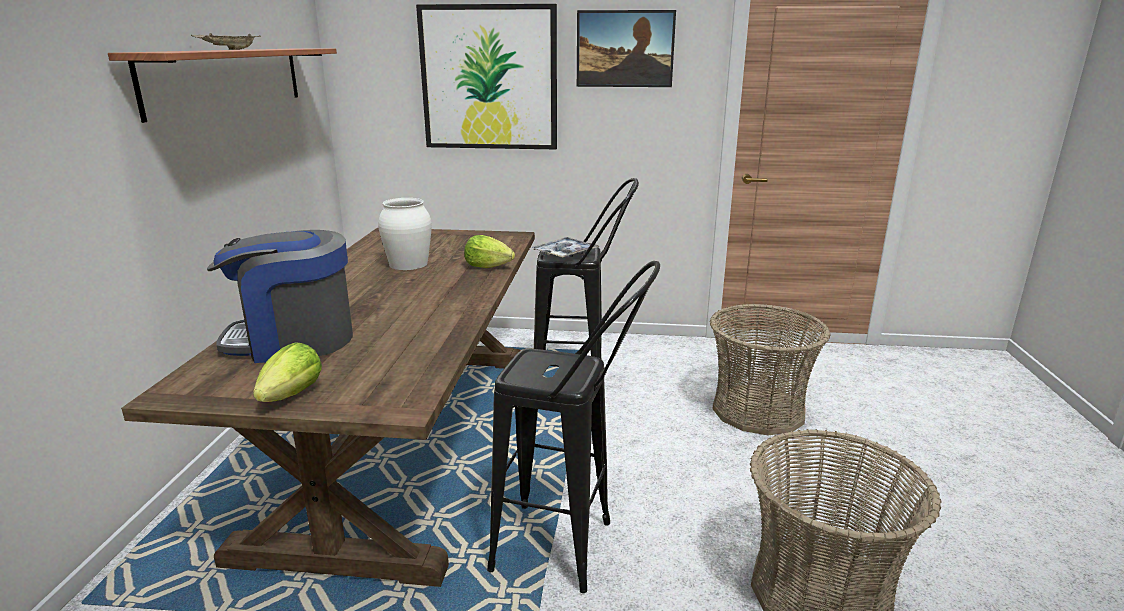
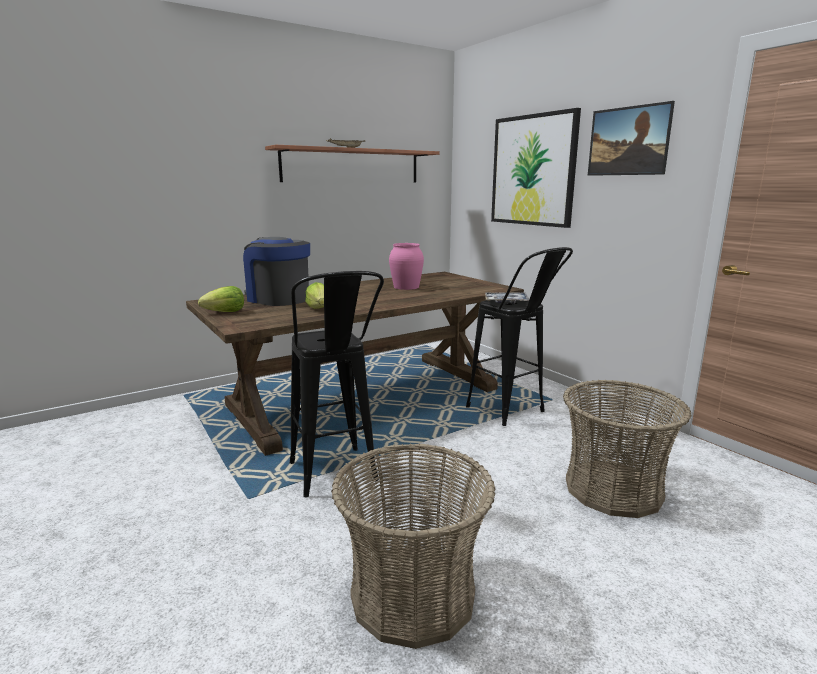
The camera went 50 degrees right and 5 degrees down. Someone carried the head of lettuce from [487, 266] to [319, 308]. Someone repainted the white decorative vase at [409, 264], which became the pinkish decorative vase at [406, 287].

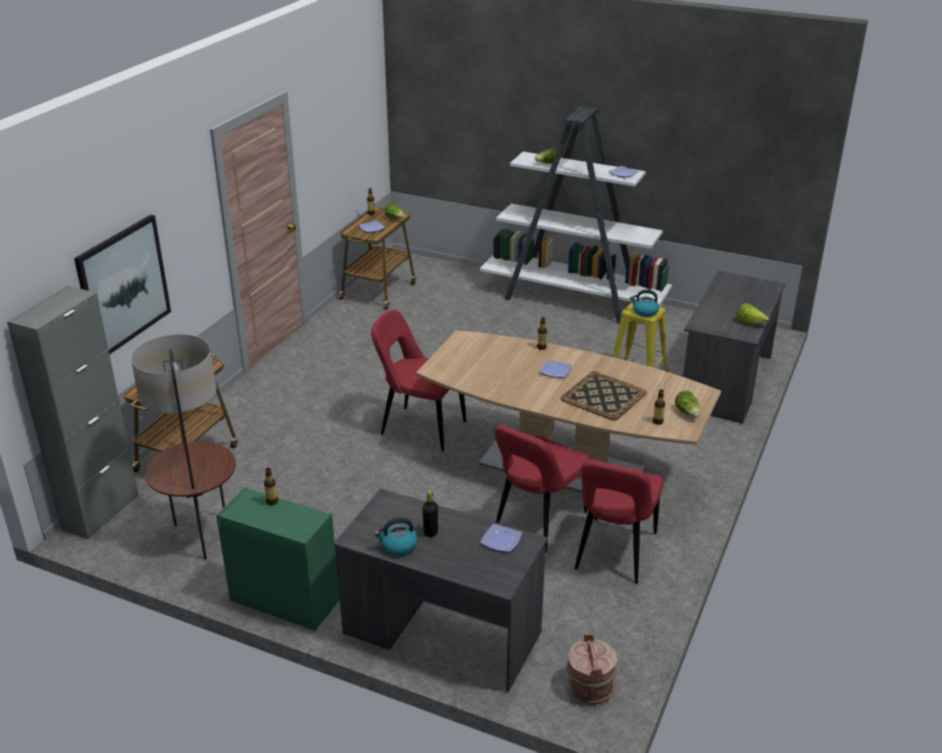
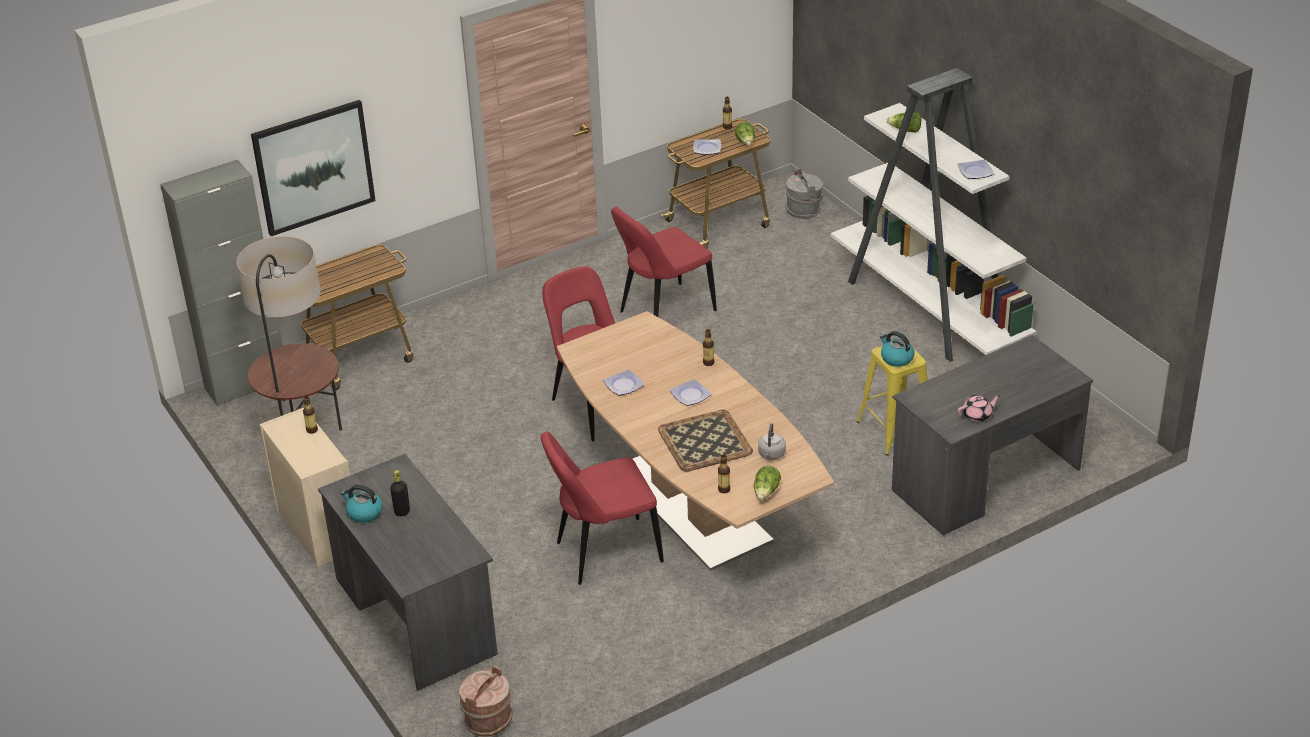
The camera went 35 degrees right and 5 degrees up. Someone repainted the green-coloured dresser at [283, 600], which became the sand-coloured dresser at [318, 529]. Someone carried the dinner plate from [502, 540] to [624, 385]. Someone carried the red upright chair from [614, 554] to [663, 313]. Someone put down the greyish kettle at [771, 455]. Someone put down the greyish pail at [804, 210]. Someone swapped the head of lettuce at [749, 322] for the pinkish teapot at [977, 415].

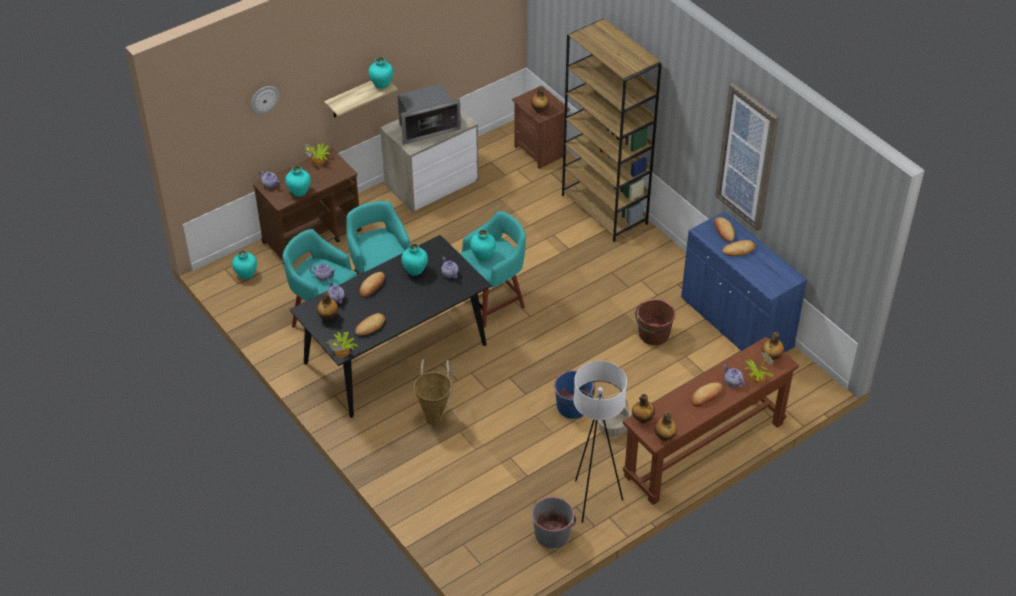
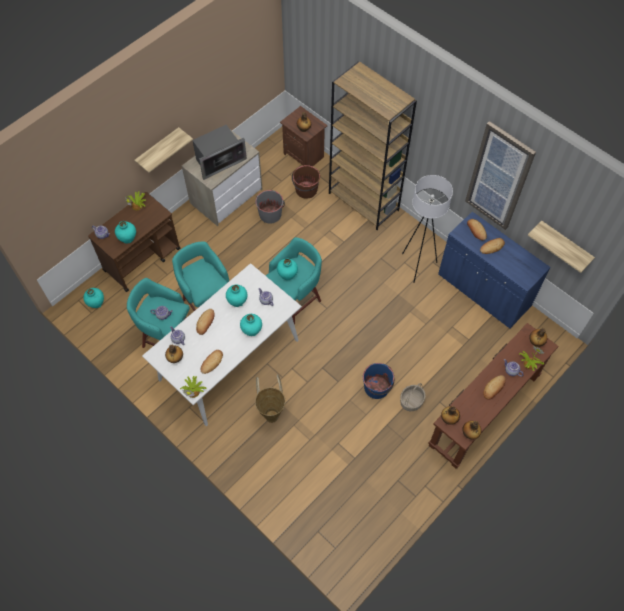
The camera went 10 degrees left and 15 degrees up. Someone repainted the blackish dinner table at [395, 354], which became the white dinner table at [229, 360]. Someone carried the blue-green decorative vase from [382, 85] to [252, 331]. Someone carried the greyish pail from [552, 534] to [270, 214]. Someone carried the brownish pail from [653, 334] to [306, 190]. Someone carried the white floor lamp from [593, 500] to [417, 266]. Someone put up the bracket shelf at [564, 244]. Someone took away the hanging clock at [264, 99].

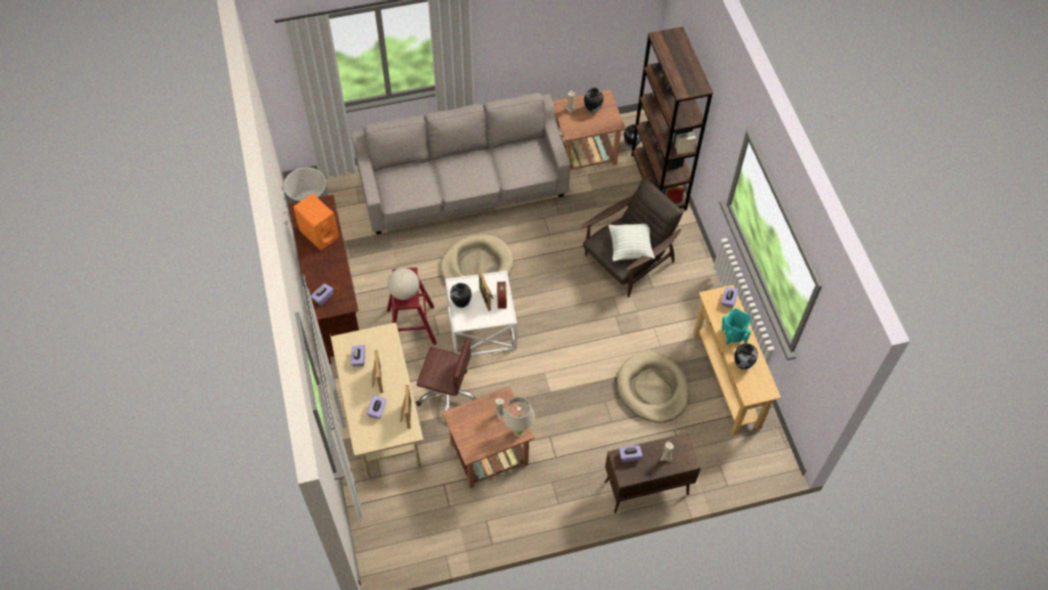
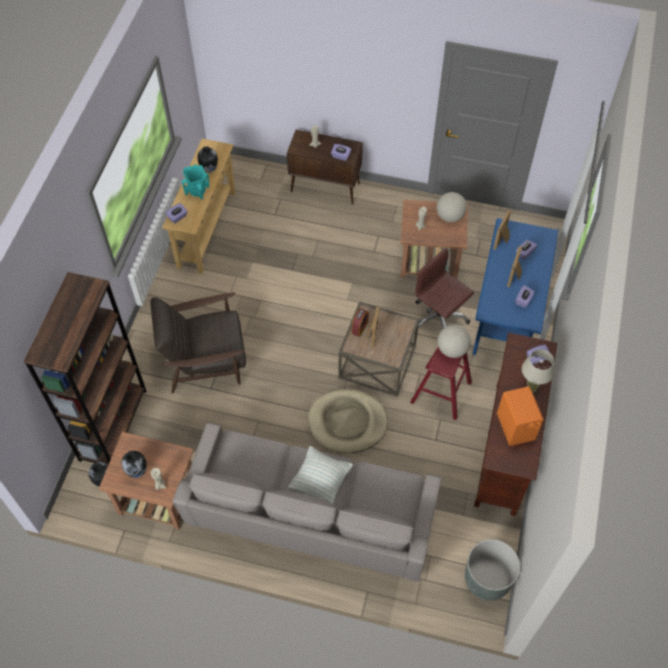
The camera went 150 degrees left and 0 degrees up. Someone carried the pillow from [630, 248] to [320, 481]. Someone repainted the white accent table at [482, 327], which became the brownish accent table at [377, 361]. Someone put down the desk globe at [449, 216]. Someone repainted the sand-coloured desk table at [383, 425], which became the blue desk table at [505, 318]. Someone carried the sand-coloured tabletop lamp from [518, 432] to [531, 388]. Someone took away the decorative vase at [461, 304]. Someone took away the sand-coloured pet bed at [652, 389].

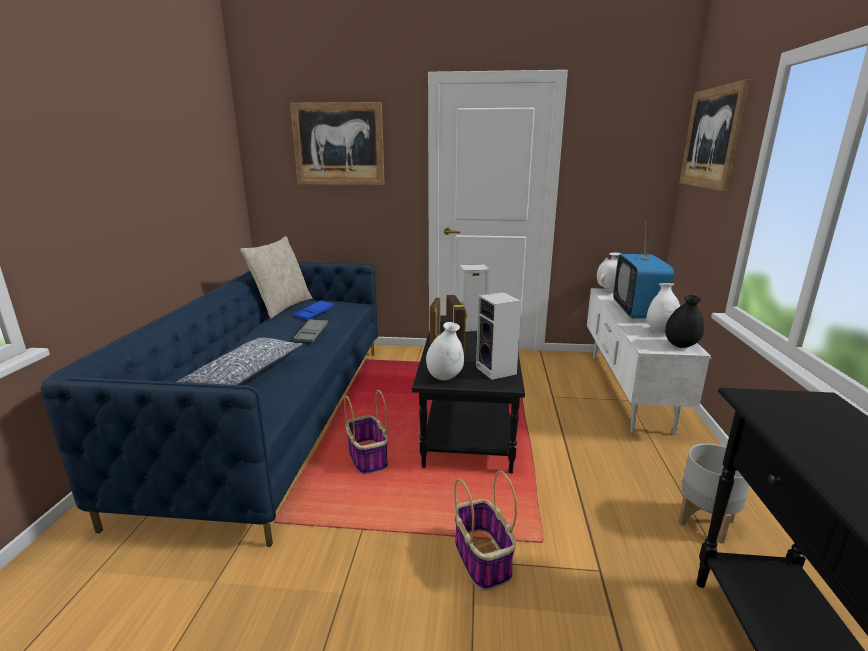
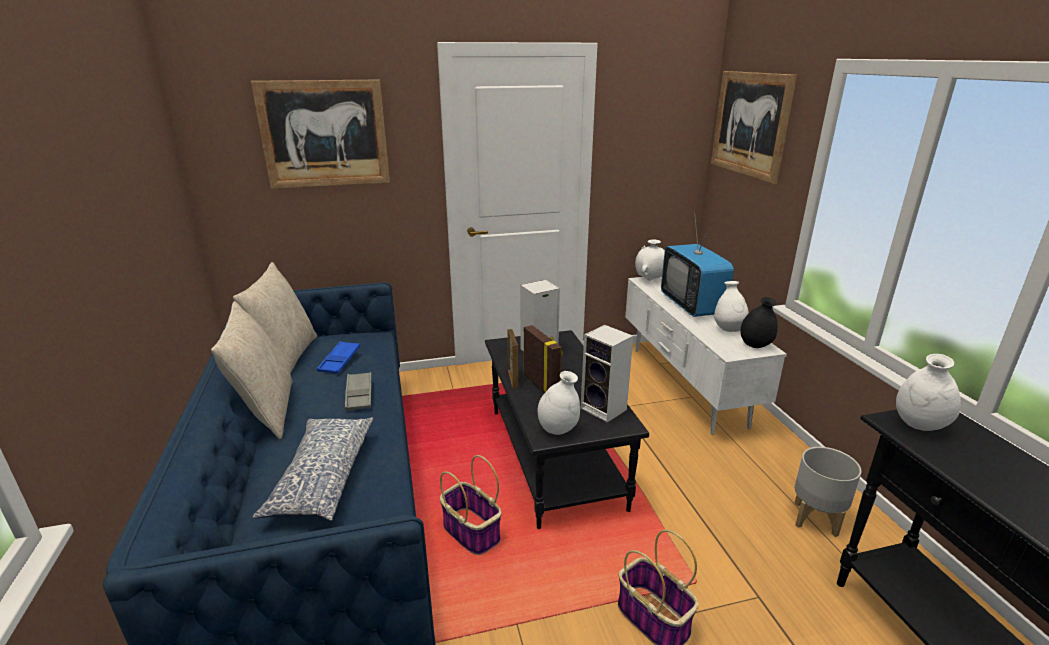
The camera went 20 degrees left and 5 degrees up. Someone put down the sand-coloured pillow at [266, 411]. Someone put down the white decorative vase at [919, 425].

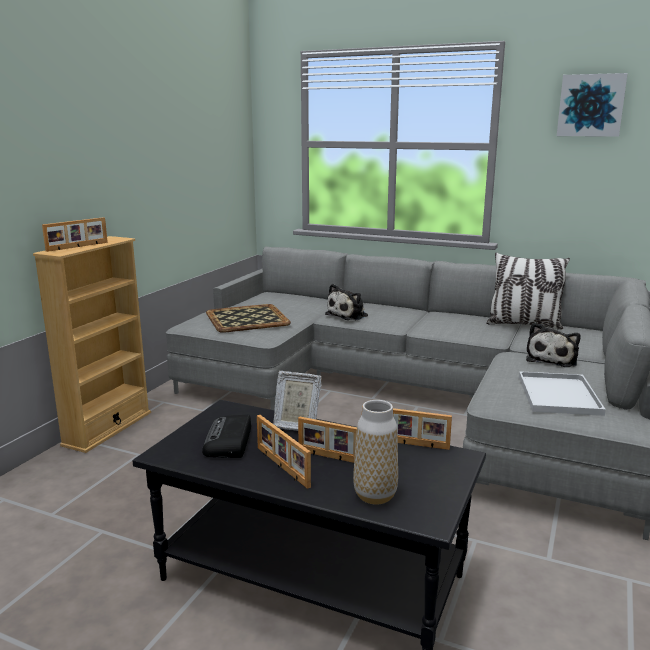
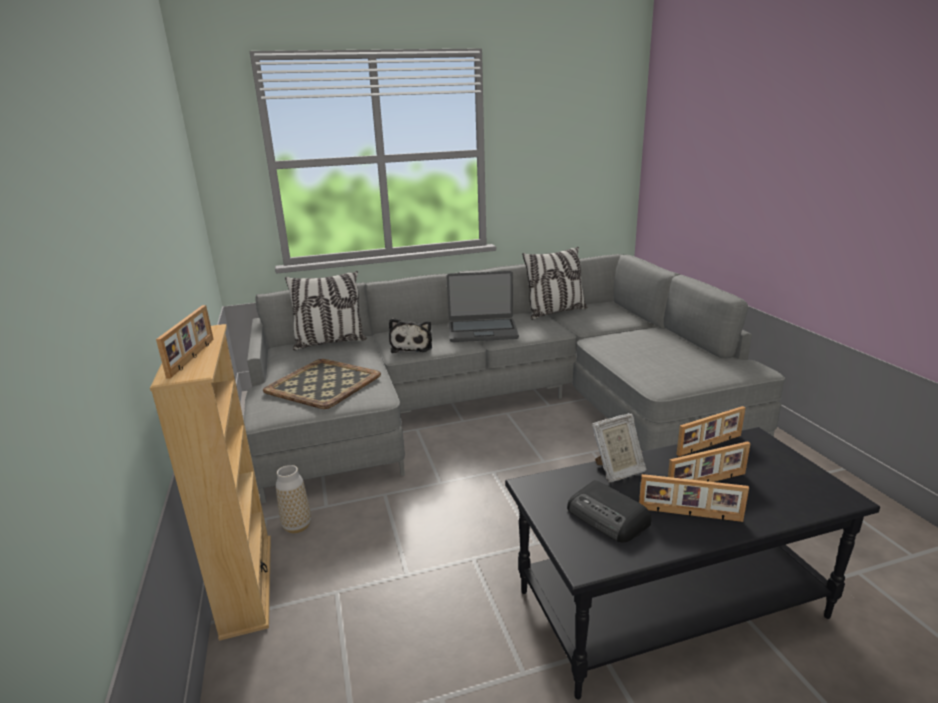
The camera went 40 degrees left and 5 degrees up. Someone carried the decorative vase from [375, 495] to [297, 526]. Someone put down the pillow at [330, 342]. Someone put down the notebook computer at [482, 331]. Someone took away the white serving tray at [557, 394]. Someone took away the cuddly toy at [552, 359]. Someone took away the wall picture at [591, 105].

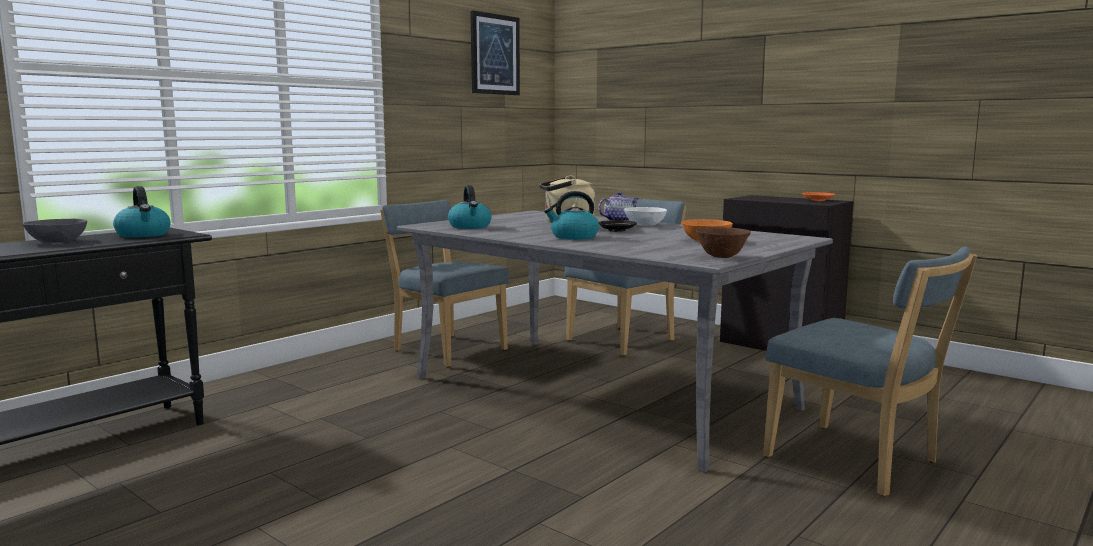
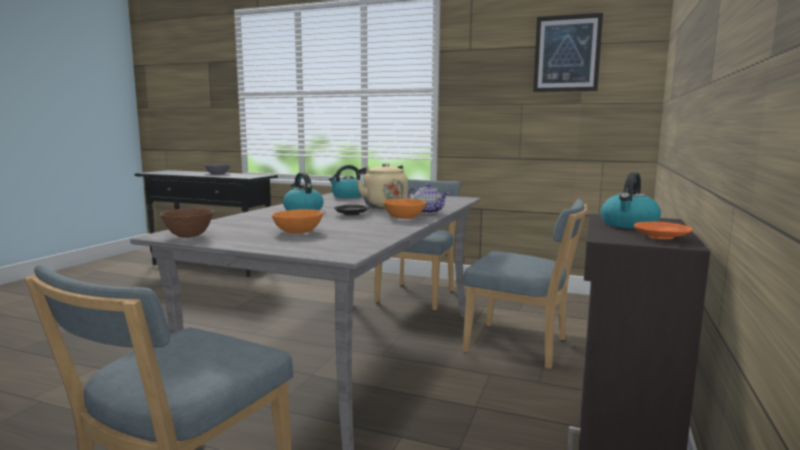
The camera went 70 degrees right and 0 degrees up. Someone repainted the white serving bowl at [644, 225], which became the orange-coloured serving bowl at [404, 217]. Someone carried the kettle from [144, 235] to [629, 225].

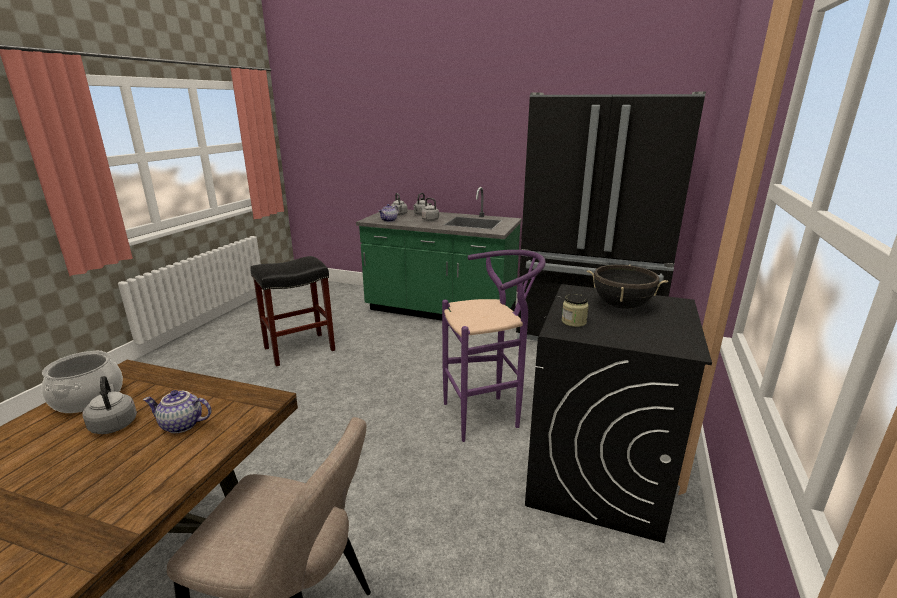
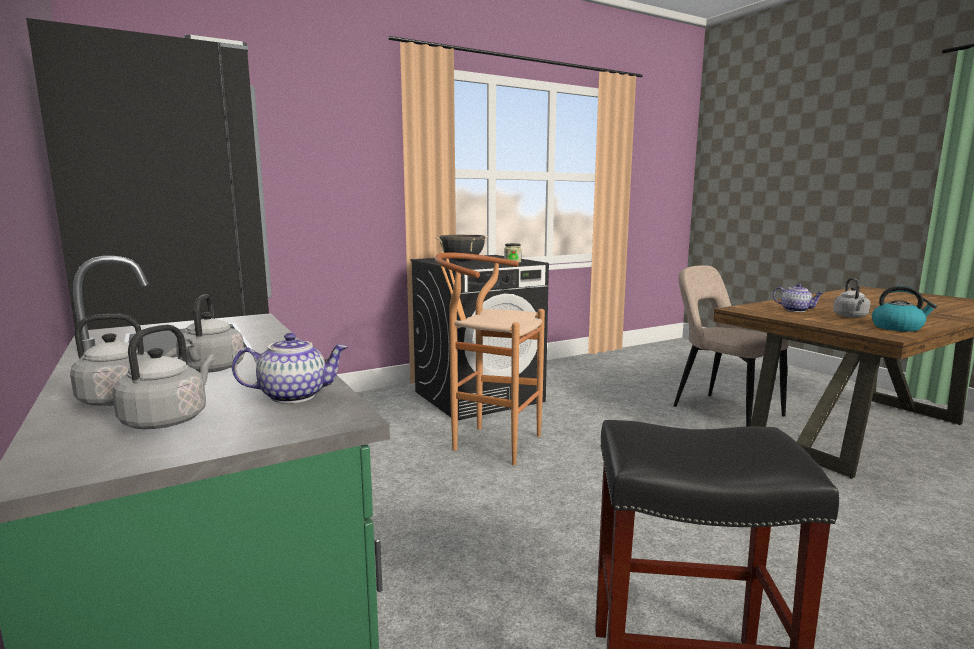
The camera went 140 degrees left and 10 degrees down. Someone repainted the purplish sitting stool at [488, 415], which became the brownish sitting stool at [488, 442]. Someone swapped the stockpot at [88, 398] for the kettle at [898, 327].

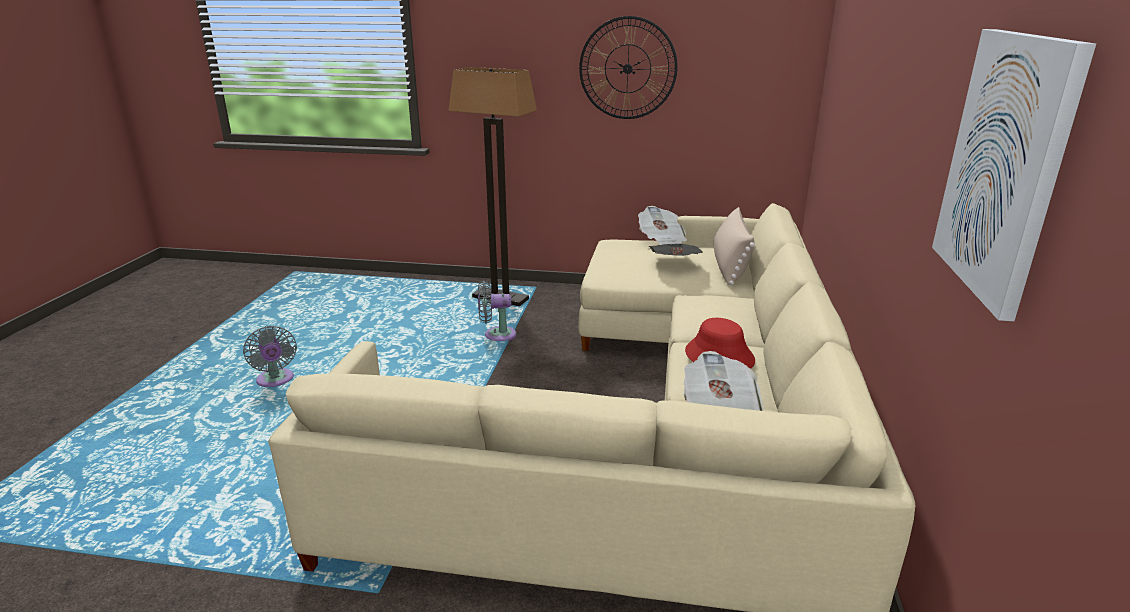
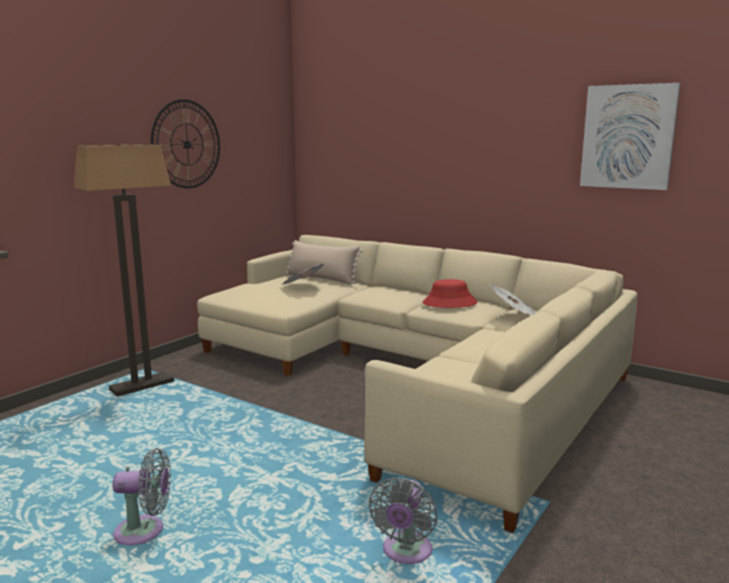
The camera went 65 degrees left and 10 degrees down. Someone carried the greyish electric fan from [496, 335] to [405, 553]. Someone took away the printed paper at [661, 240].

